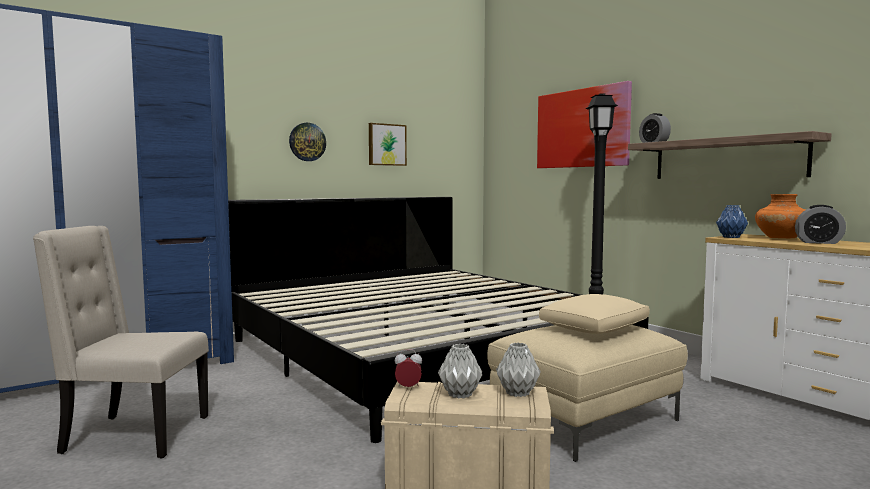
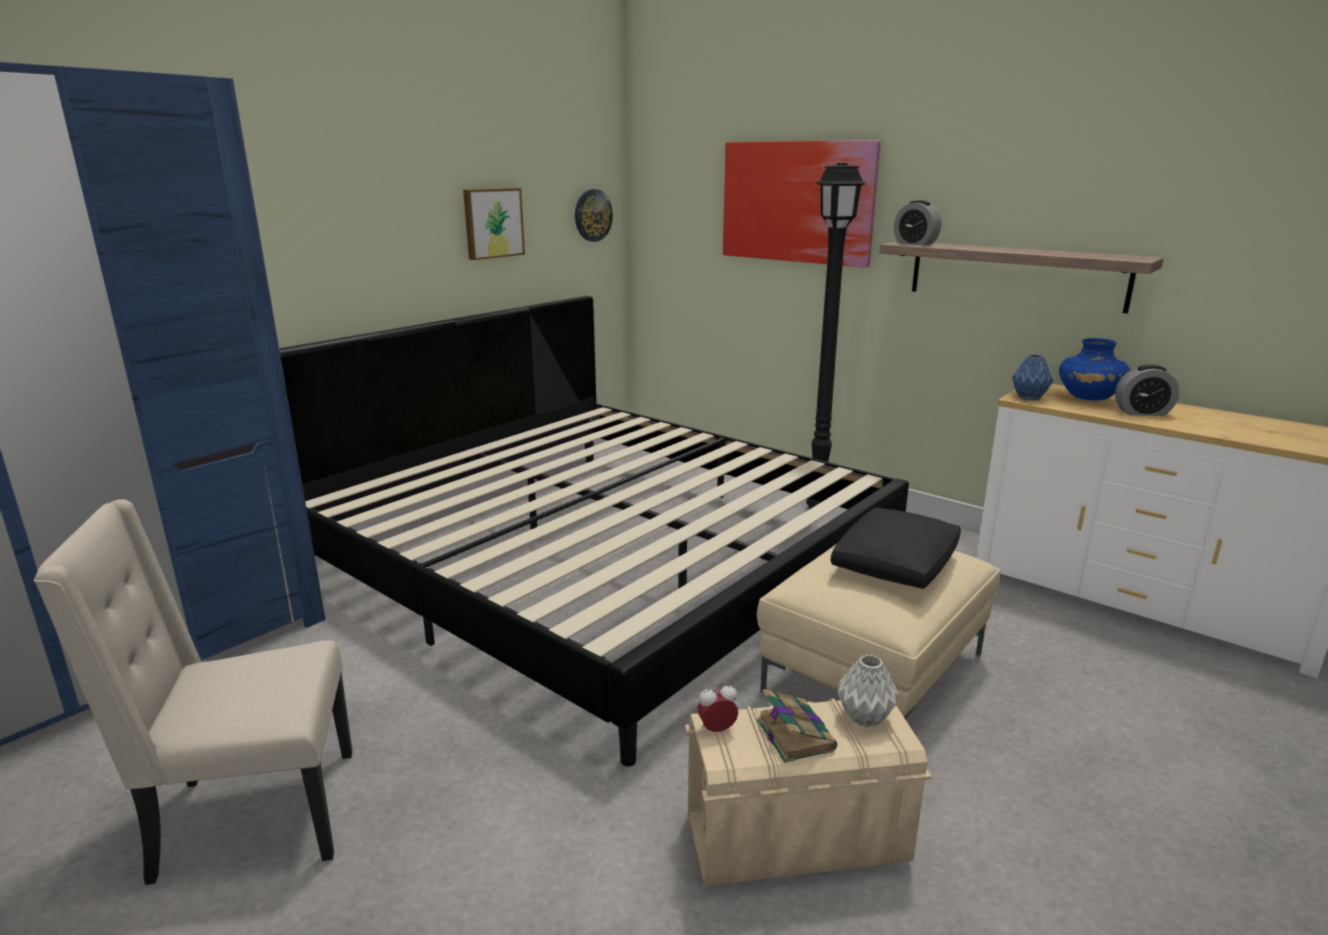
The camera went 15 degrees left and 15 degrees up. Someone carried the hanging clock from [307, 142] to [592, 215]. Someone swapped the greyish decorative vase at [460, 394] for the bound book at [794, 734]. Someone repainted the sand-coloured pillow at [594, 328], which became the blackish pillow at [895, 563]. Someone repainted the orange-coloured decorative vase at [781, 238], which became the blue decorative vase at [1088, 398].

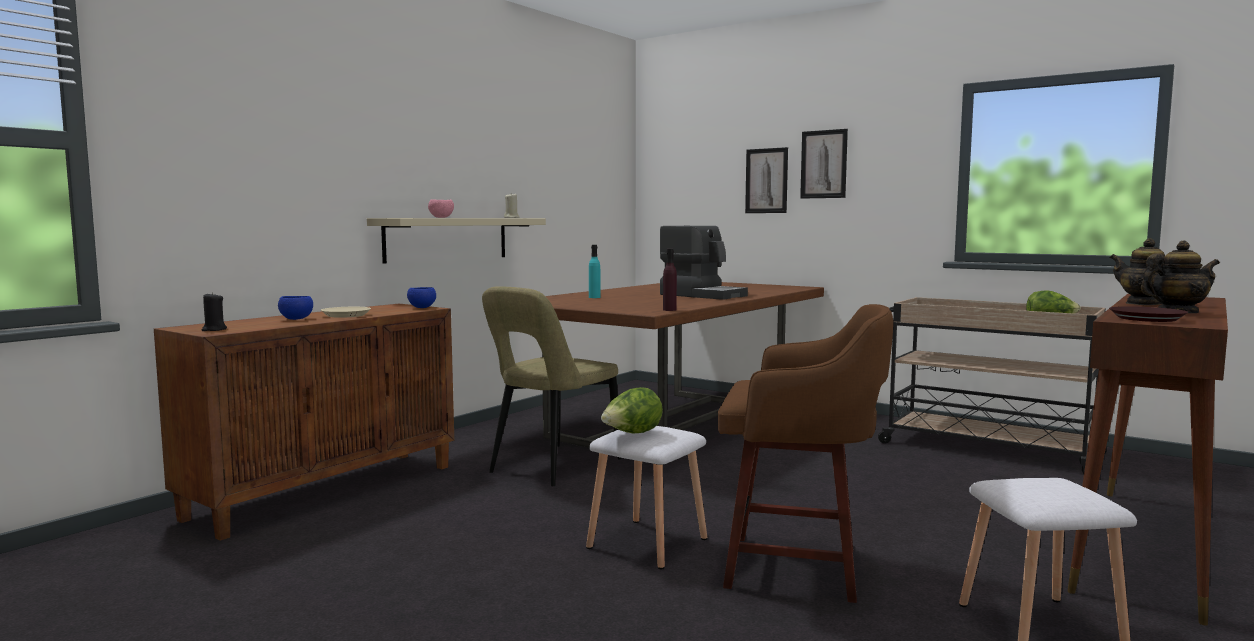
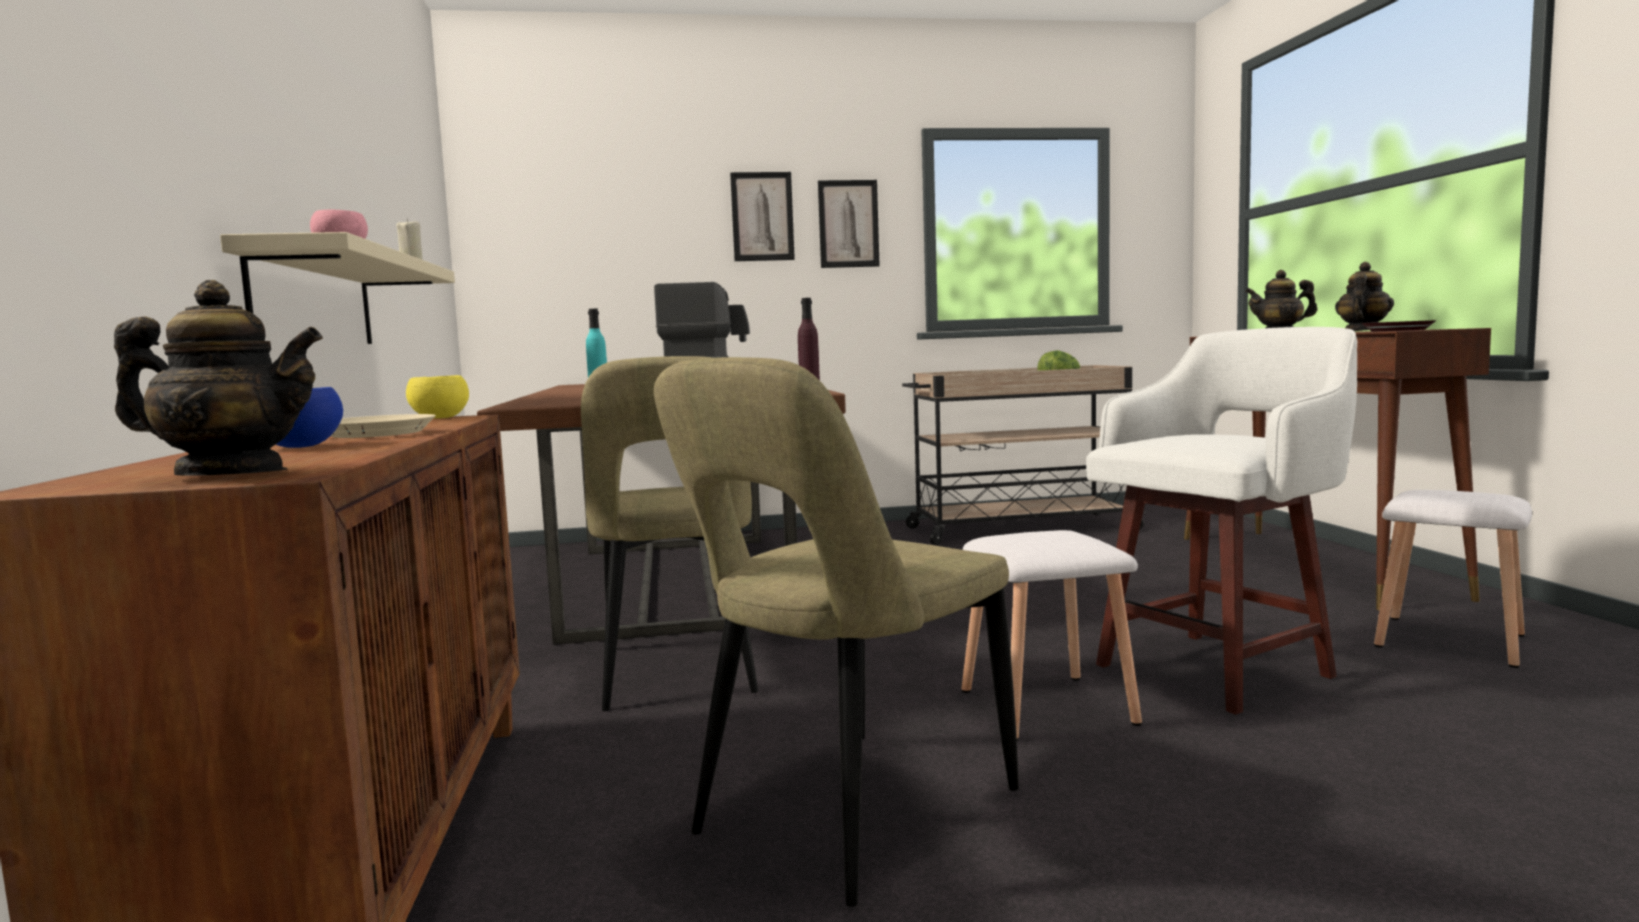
The camera went 45 degrees left and 0 degrees up. Someone swapped the blackish candle at [214, 330] for the teapot at [232, 474]. Someone repainted the blue serving bowl at [422, 307], which became the yellow-coloured serving bowl at [440, 418]. Someone put down the sand-coloured upright chair at [846, 817]. Someone carried the wall picture from [766, 181] to [848, 224]. Someone repainted the brownish sitting stool at [798, 568], which became the white sitting stool at [1218, 669]. Someone took away the head of lettuce at [632, 434].

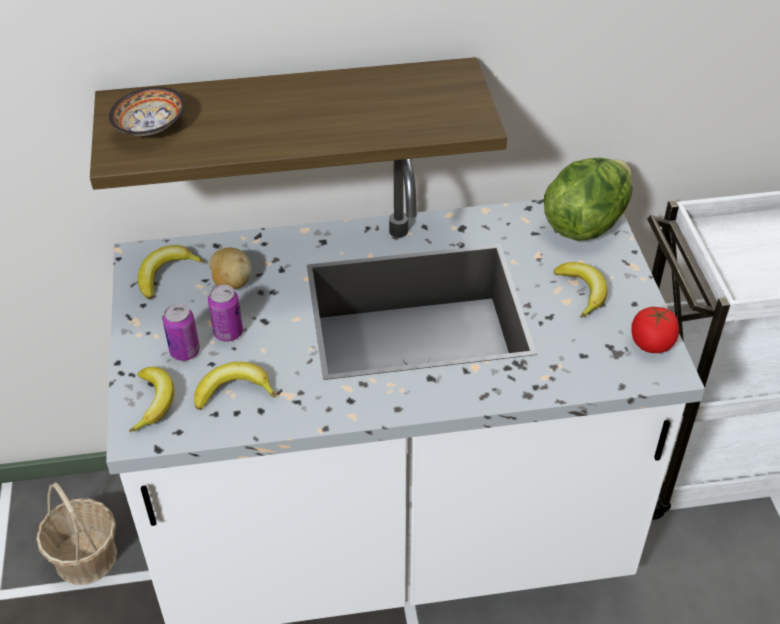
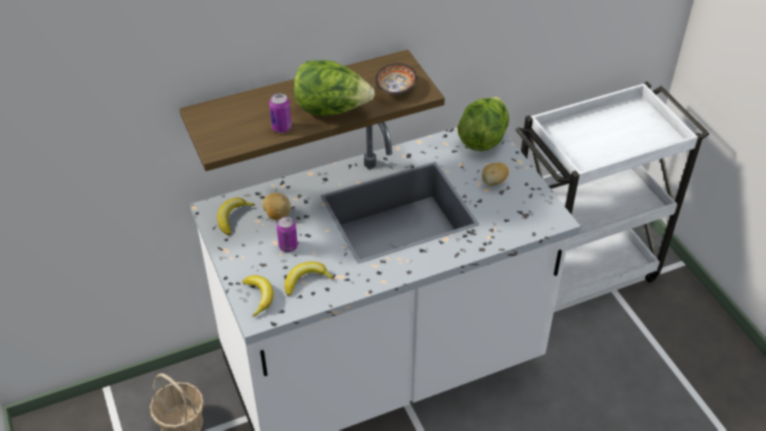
The camera went 15 degrees left and 0 degrees up. Someone carried the sealed can from [185, 352] to [281, 128]. Someone put down the head of lettuce at [332, 109]. Someone carried the serving bowl from [151, 128] to [395, 89]. Someone swapped the whole banana at [582, 292] for the potato at [494, 182]. Someone took away the tomato at [652, 343].

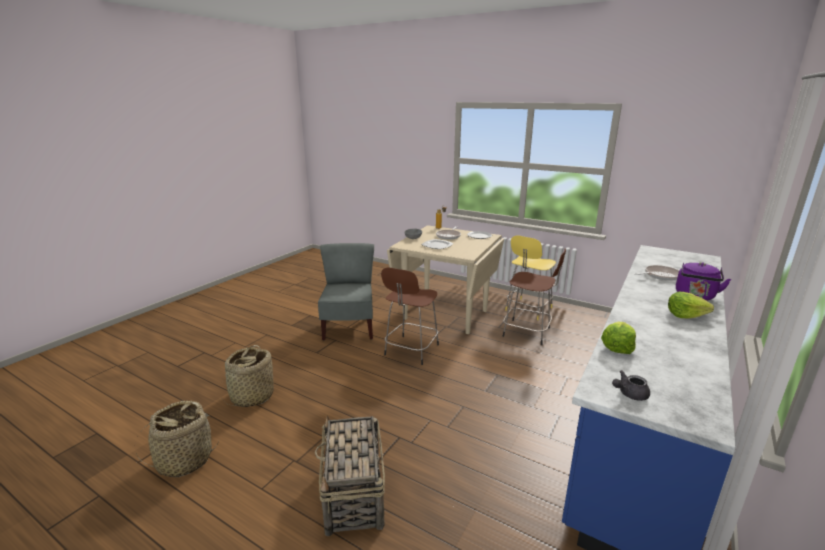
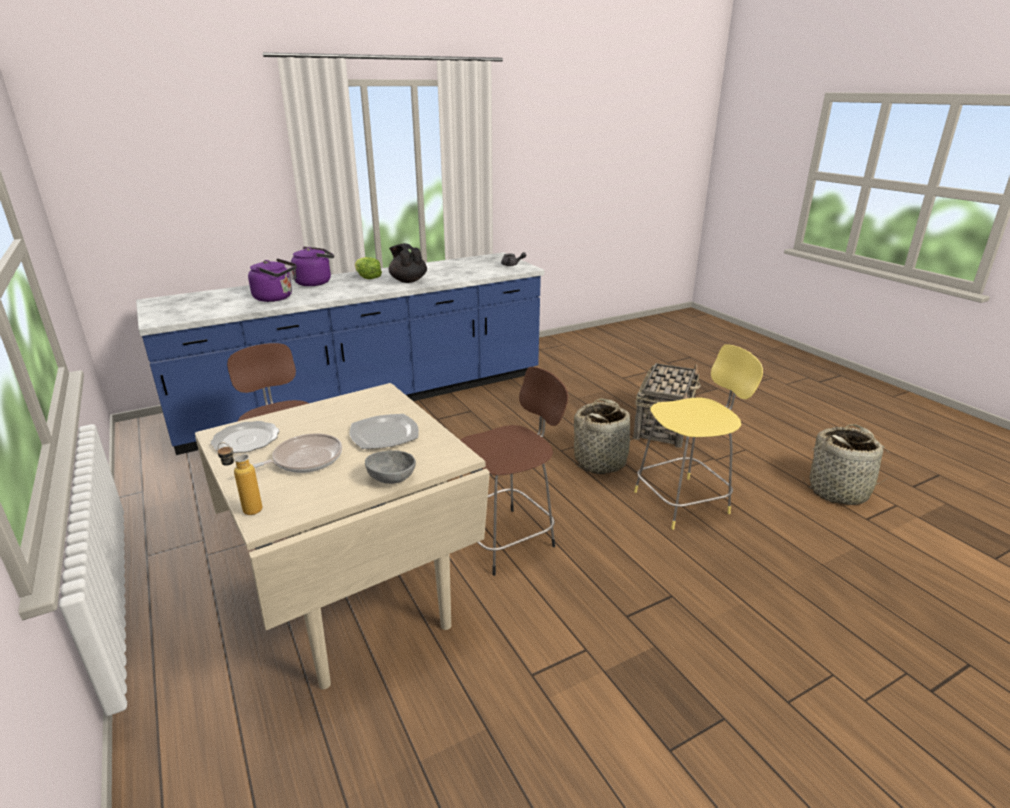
The camera went 150 degrees left and 5 degrees up. Someone swapped the pan at [660, 276] for the purplish kettle at [276, 298]. Someone put down the blackish teapot at [408, 280]. Someone carried the household basket from [252, 396] to [600, 462]. Someone carried the yellow-coloured sitting stool from [527, 309] to [684, 501]. Someone took away the greyish upright chair at [349, 328]. Someone took away the head of lettuce at [617, 347].

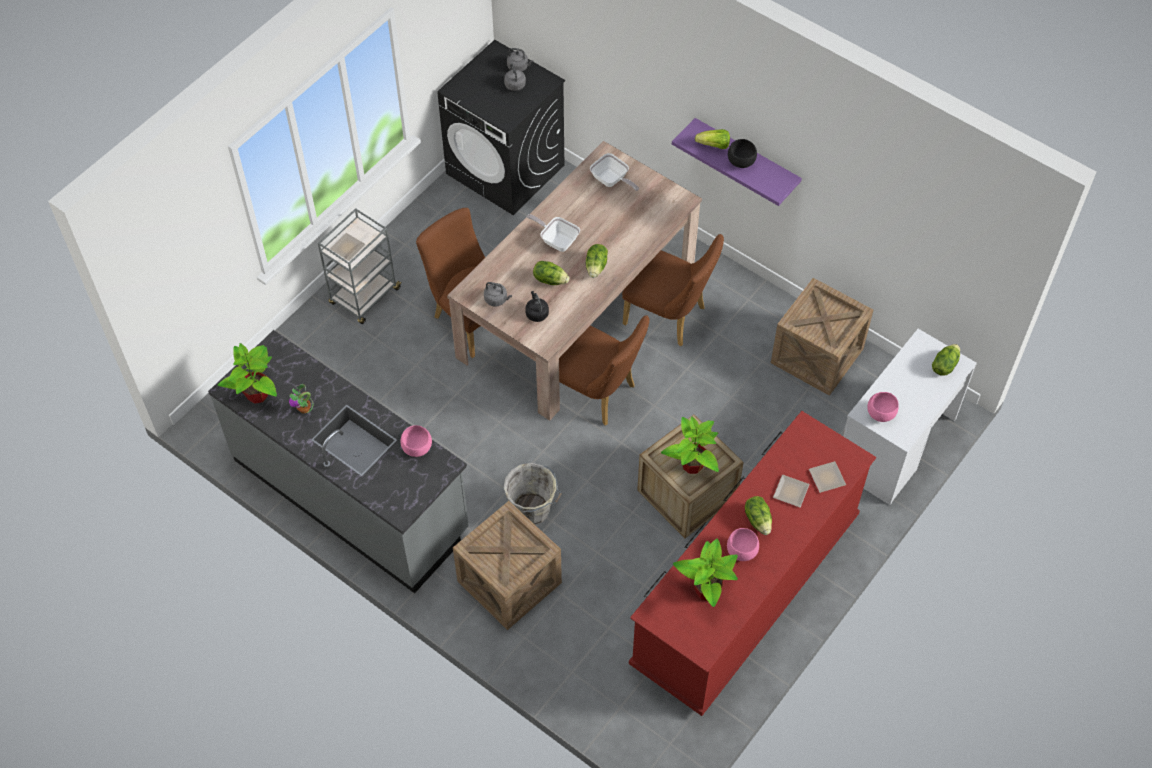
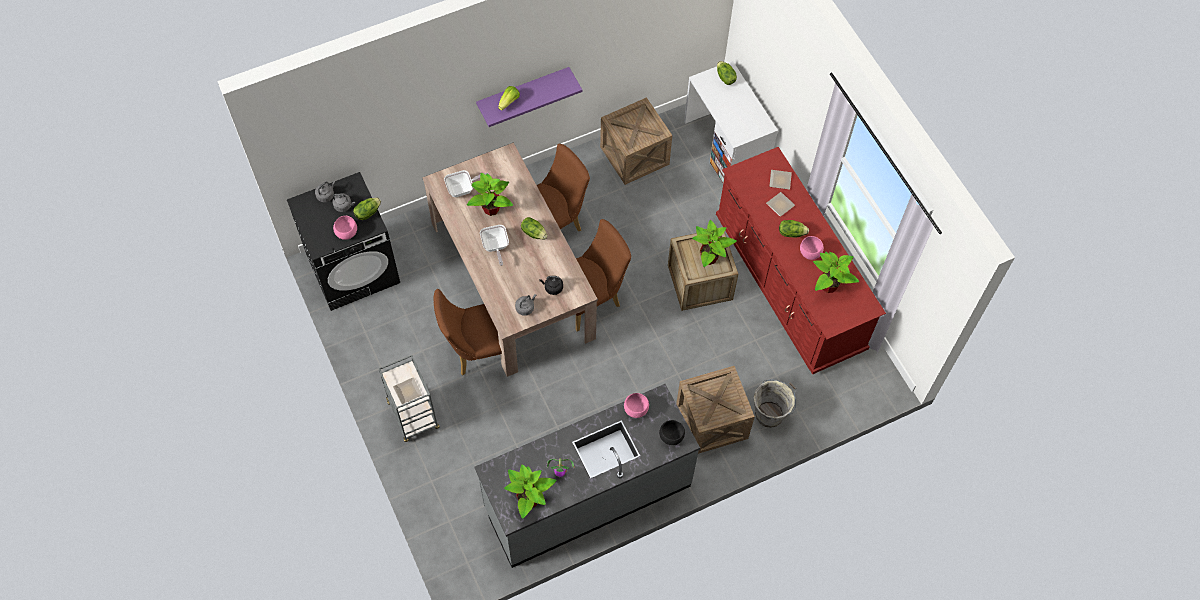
The camera went 65 degrees left and 5 degrees up. Someone carried the pinkish serving bowl from [880, 413] to [346, 233]. Someone carried the head of lettuce from [550, 279] to [367, 212]. Someone put down the potted plant at [491, 209]. Someone rotated the pan at [557, 240] by 75 degrees counterclockwise. Someone carried the blackish serving bowl from [742, 162] to [671, 436]. Someone carried the greyish pail from [533, 511] to [770, 414].

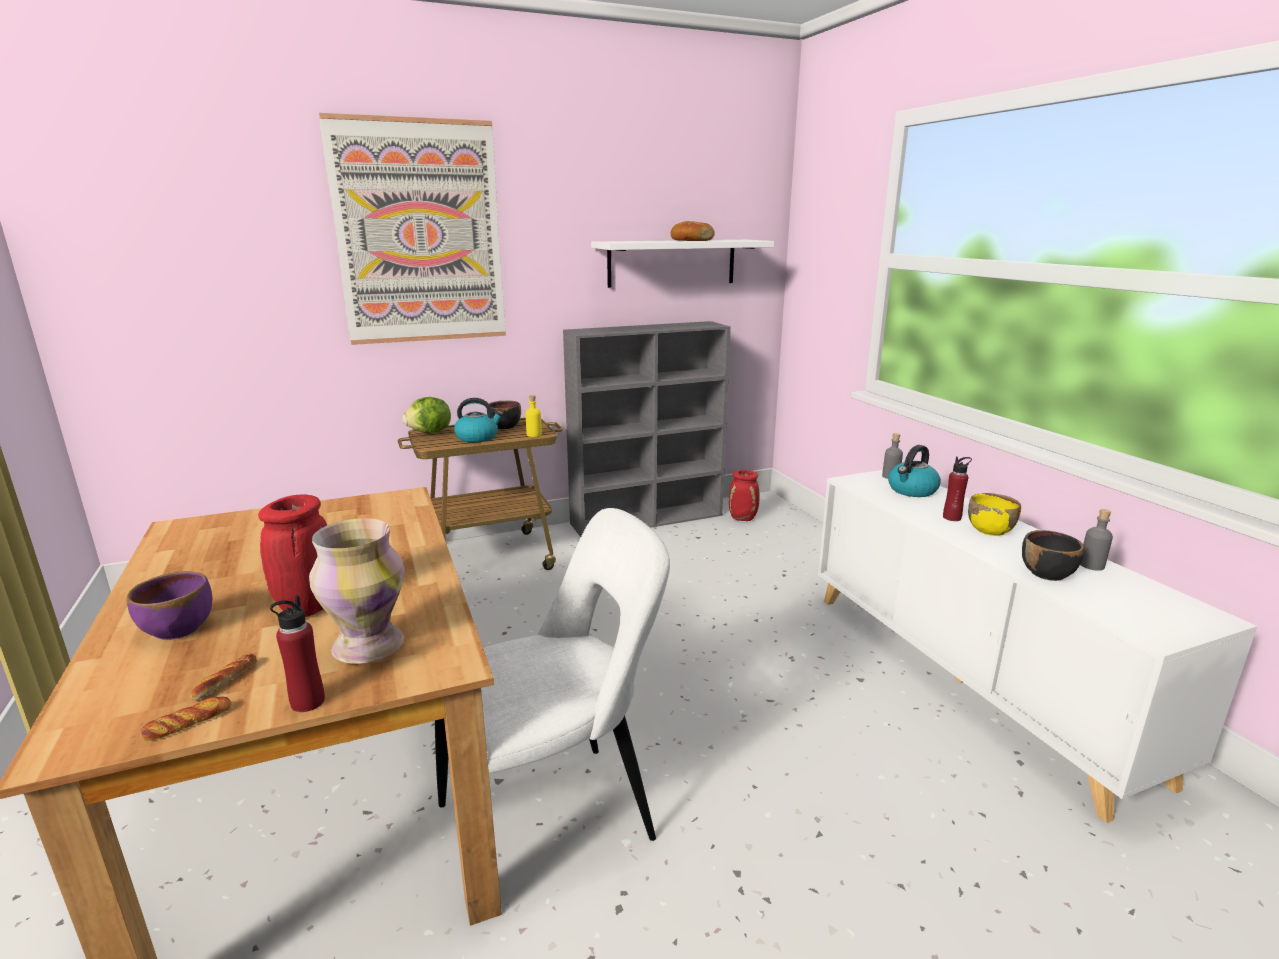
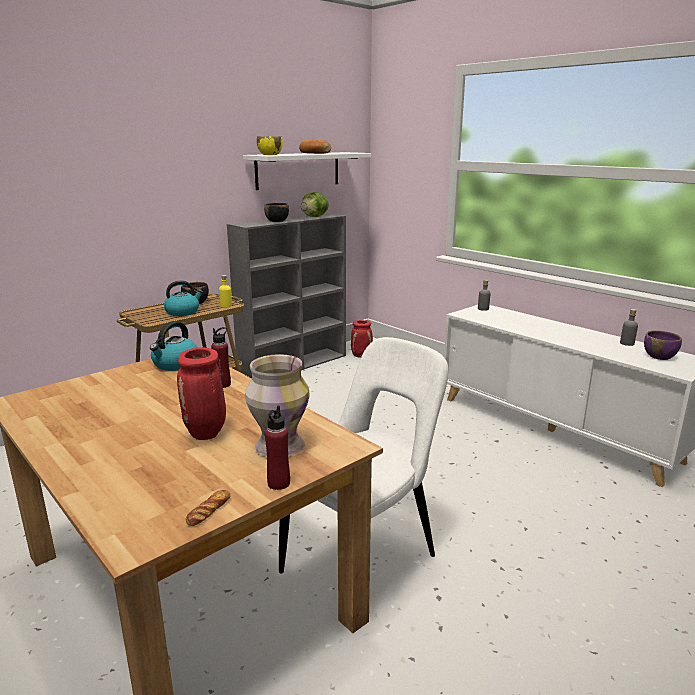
The camera went 20 degrees left and 0 degrees up. Someone carried the kettle from [912, 490] to [175, 364]. Someone carried the red drink bottle from [952, 517] to [222, 384]. Someone carried the yellow-coloured serving bowl from [990, 530] to [270, 154]. Someone carried the blackish serving bowl from [1047, 573] to [277, 221]. Someone carried the head of lettuce from [430, 433] to [315, 217]. Someone carried the purplish serving bowl from [179, 629] to [659, 356]. Someone took away the bread at [225, 681]. Someone took away the wall picture at [420, 234].

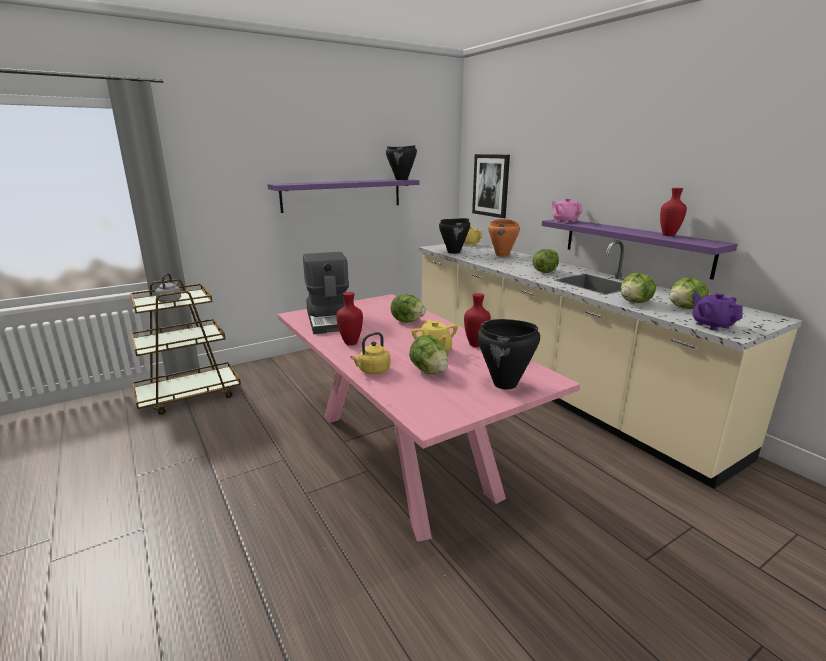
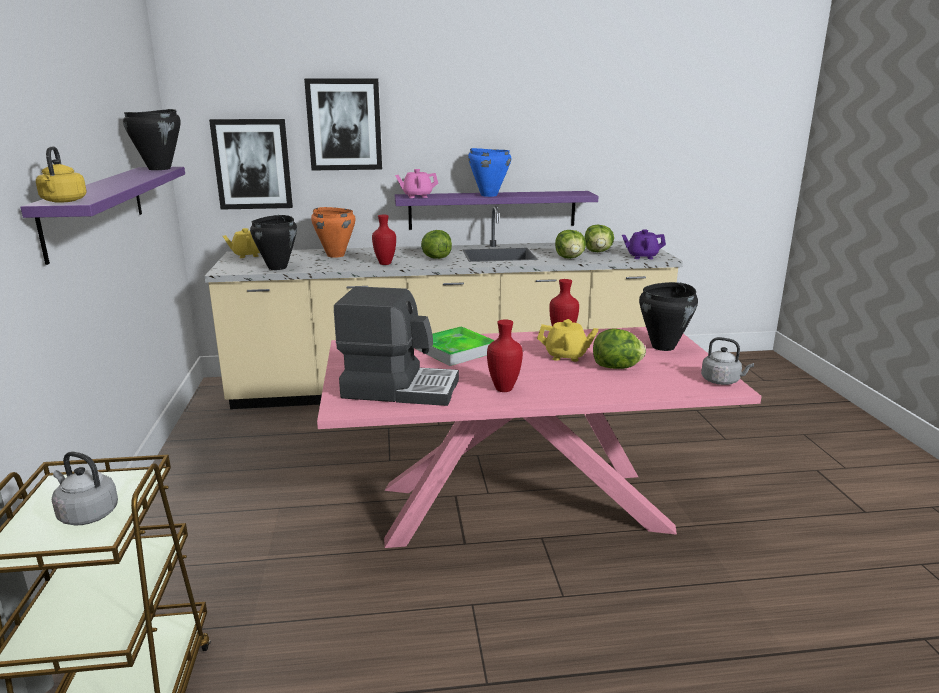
The camera went 65 degrees left and 0 degrees up. Someone carried the yellow-coloured kettle from [372, 371] to [63, 201]. Someone put up the wall picture at [344, 125]. Someone carried the red decorative vase from [668, 235] to [384, 263]. Someone swapped the head of lettuce at [407, 321] for the serving tray at [456, 350]. Someone put down the blue stockpot at [488, 195]. Someone put down the greyish kettle at [722, 381].

